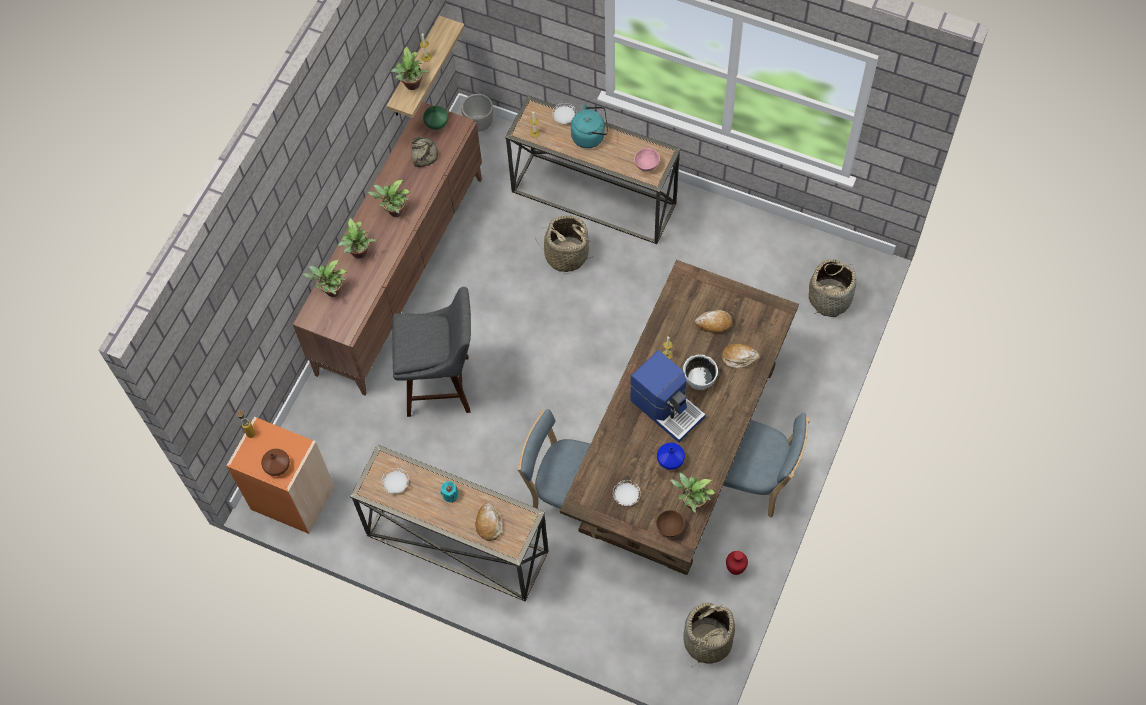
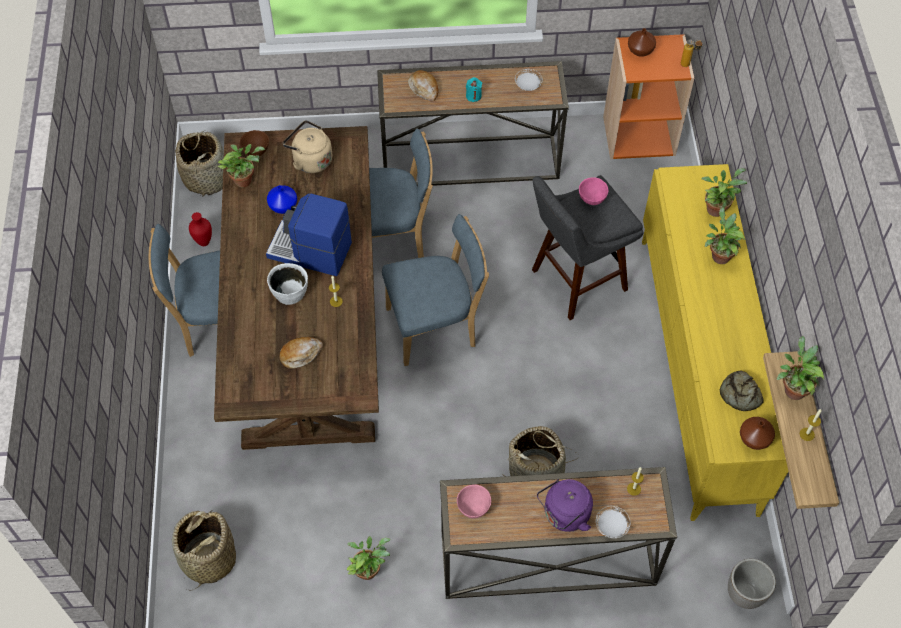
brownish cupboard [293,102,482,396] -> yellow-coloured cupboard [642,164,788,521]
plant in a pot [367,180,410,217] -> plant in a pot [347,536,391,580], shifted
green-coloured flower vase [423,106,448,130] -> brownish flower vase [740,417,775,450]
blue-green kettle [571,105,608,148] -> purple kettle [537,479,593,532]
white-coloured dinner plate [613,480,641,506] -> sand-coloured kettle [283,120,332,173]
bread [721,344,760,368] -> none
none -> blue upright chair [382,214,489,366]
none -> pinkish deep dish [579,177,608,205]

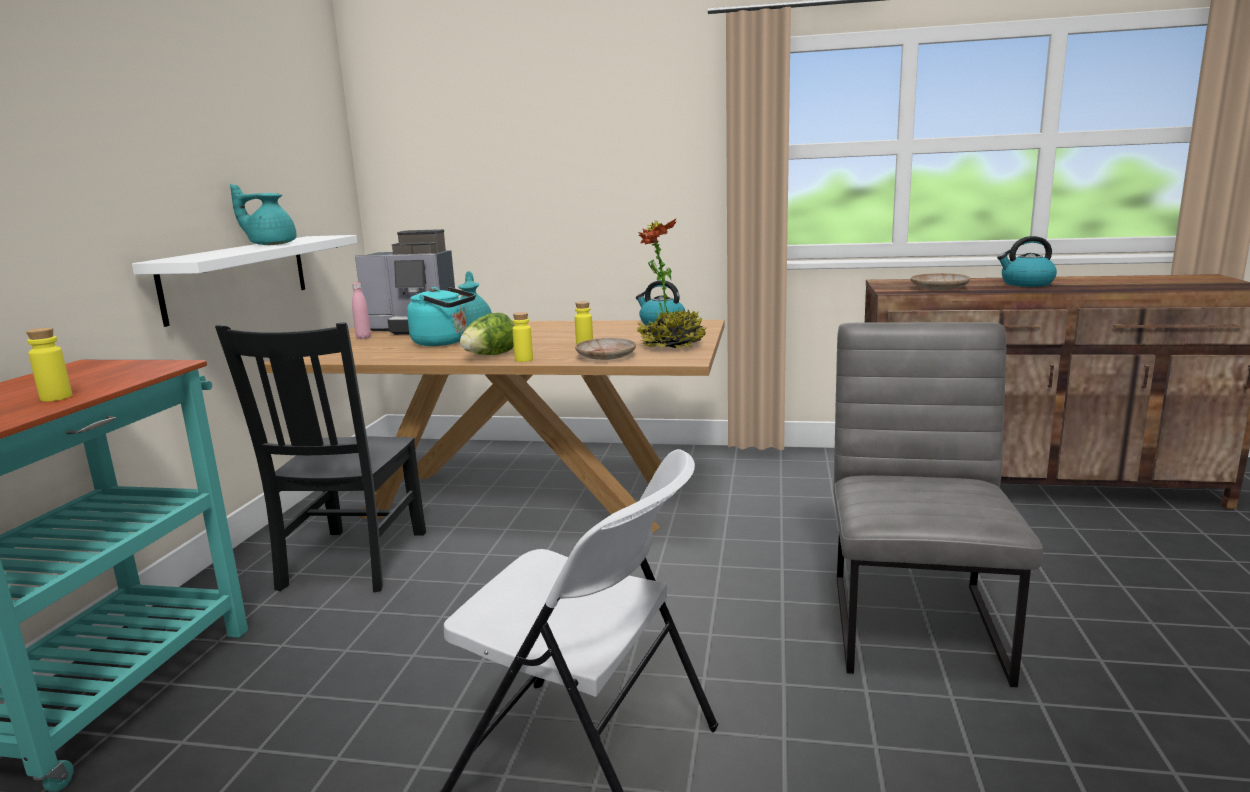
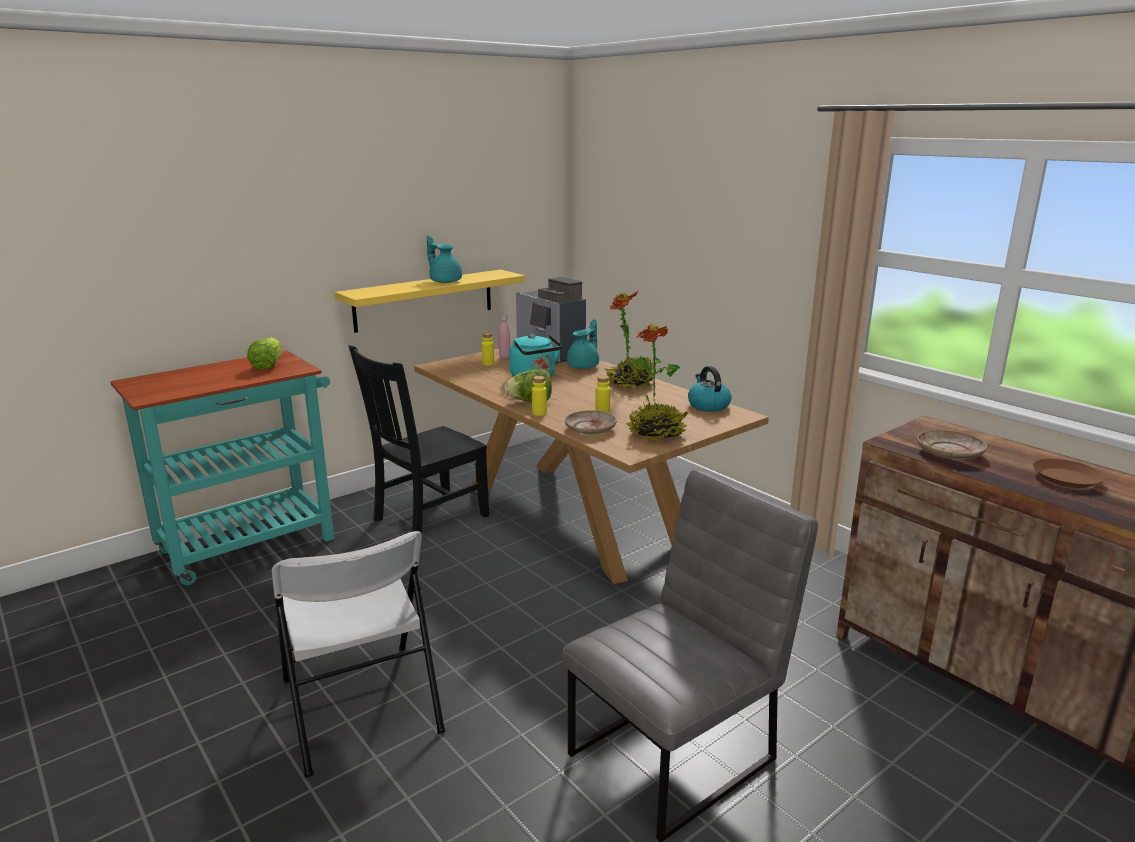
yellow-coloured beverage bottle [26,328,72,402] -> yellow-coloured beverage bottle [481,332,494,366], shifted
white-coloured wall shelf [132,235,357,327] -> yellow-coloured wall shelf [335,270,525,333]
kettle [997,236,1057,287] -> brownish dinner plate [1033,458,1105,488]
none -> lettuce [247,338,282,370]
none -> plant in a pot [604,291,656,388]

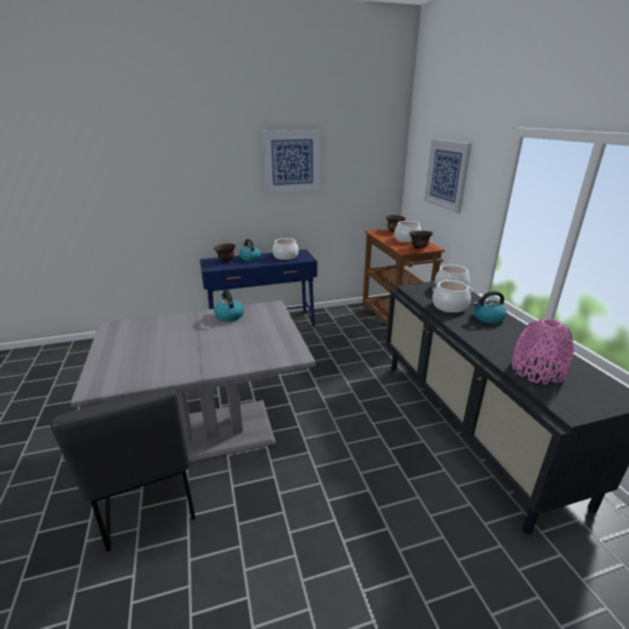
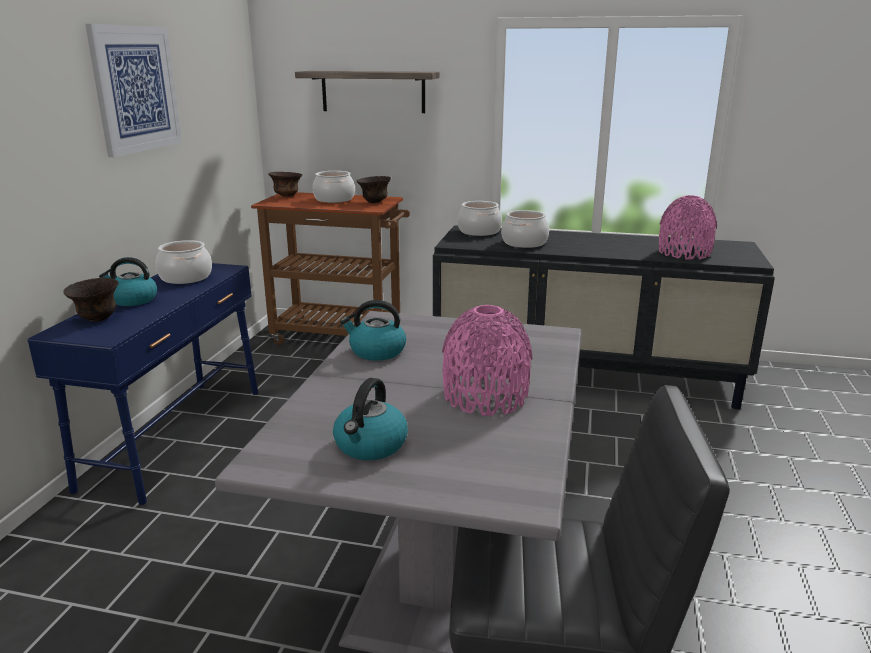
wall picture [424,139,472,213] -> wall shelf [295,71,440,113]
kettle [473,291,507,323] -> kettle [333,378,408,460], shifted
none -> pinkish flower vase [442,305,533,416]

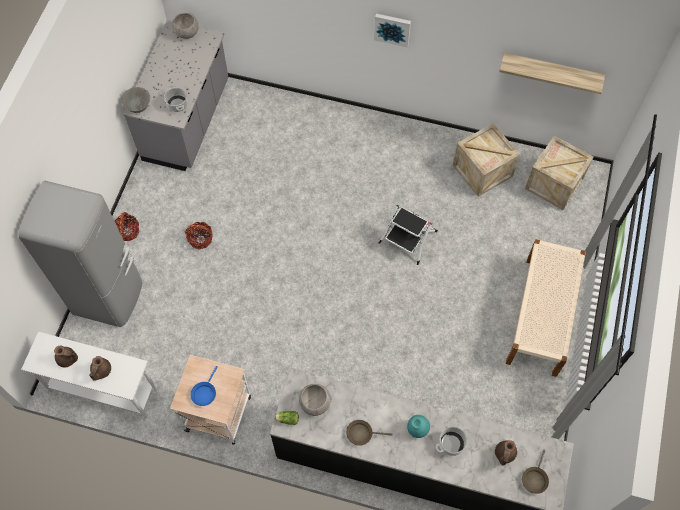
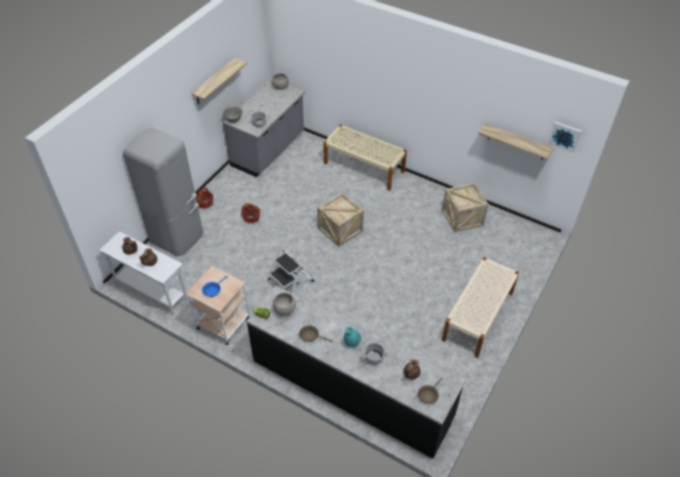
wall picture [374,14,411,48] -> wall picture [548,121,582,153], shifted
stepladder [379,205,438,265] -> stepladder [268,251,315,293], shifted
packing crate [525,136,594,210] -> packing crate [317,192,364,247], shifted
none -> wall shelf [192,58,247,104]
none -> sand-coloured long seat [323,124,407,191]

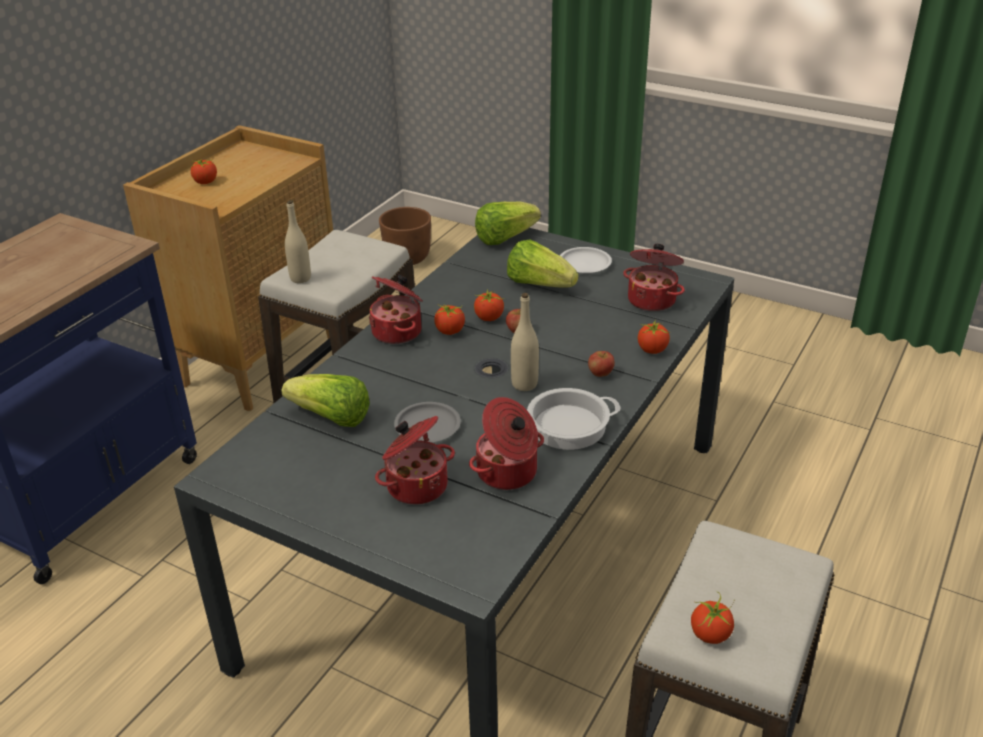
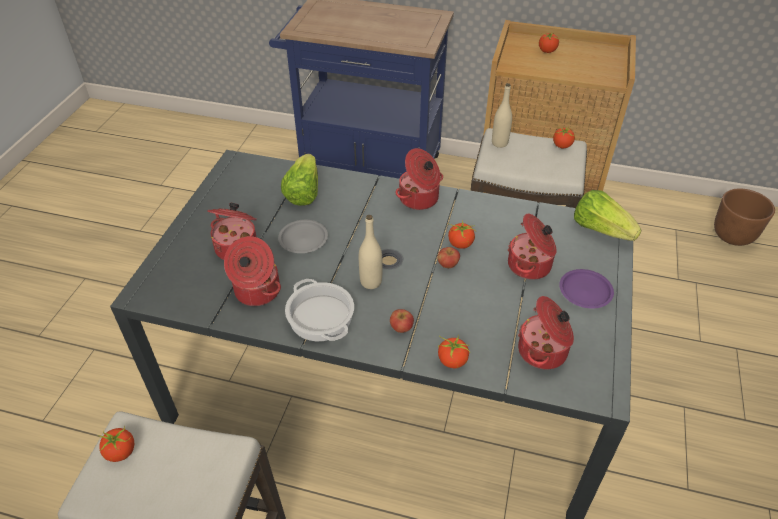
whole tomato [434,304,465,335] -> whole tomato [553,126,575,148], shifted
lettuce [507,240,578,288] -> cooking pot [508,214,556,280]
white-coloured dinner plate [560,247,612,274] -> purple dinner plate [559,269,614,309]

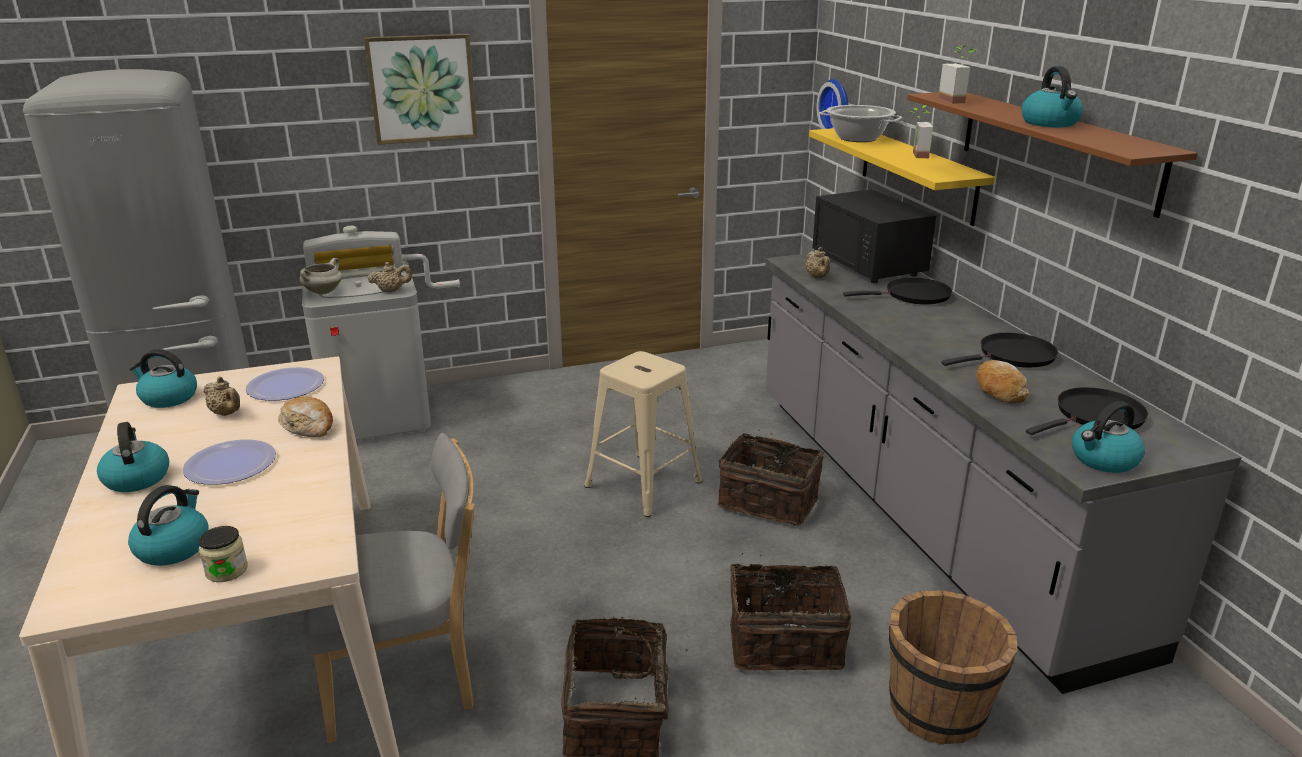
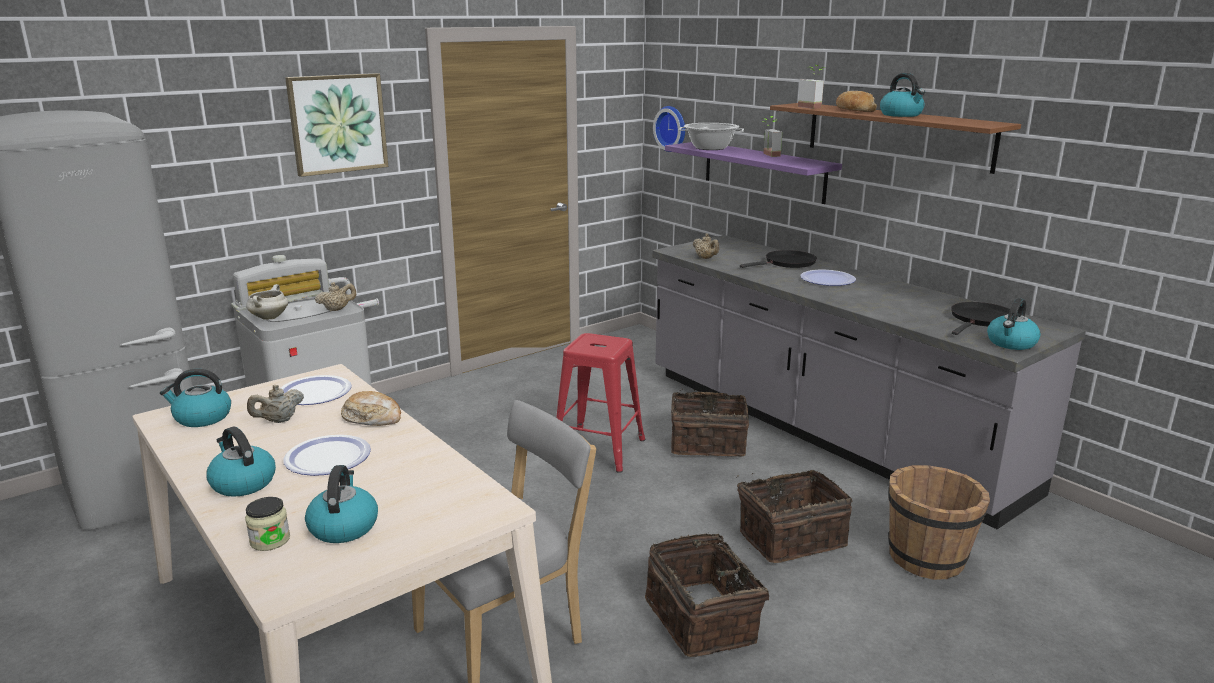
storage jar [199,526,248,582] -> storage jar [245,497,290,551], shifted
sand-coloured teapot [204,377,240,416] -> sand-coloured teapot [247,385,304,423], 120 degrees clockwise
sand-coloured stool seat [584,351,702,517] -> red-coloured stool seat [556,333,645,473]
yellow-coloured wall shelf [809,128,995,226] -> purple wall shelf [665,142,842,204]
blackish microwave [812,190,936,283] -> none
blackish pan [942,333,1058,368] -> none
bread [976,360,1029,403] -> bread [836,91,877,112], shifted
none -> dinner plate [800,270,856,286]

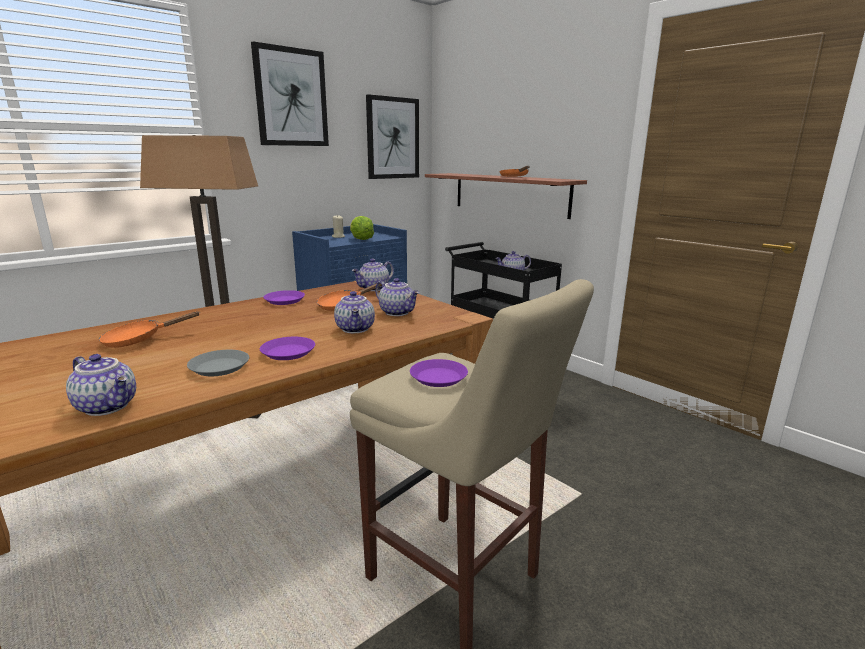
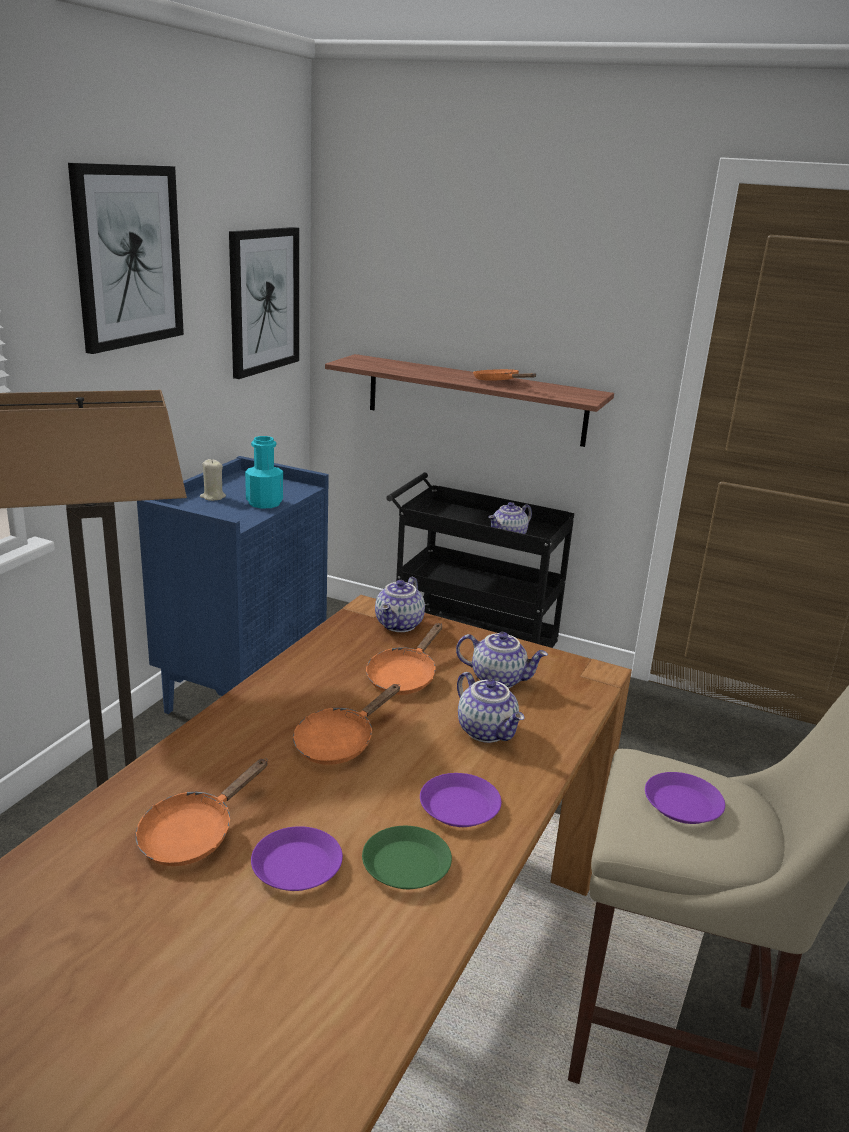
teapot [66,354,136,416] -> none
gray dinner plate [187,350,249,376] -> green-coloured dinner plate [362,826,452,889]
purple dinner plate [263,290,305,305] -> purple dinner plate [251,826,343,891], shifted
lettuce [350,216,374,240] -> blue-green beverage bottle [245,436,283,509]
none -> orange pan [293,684,400,765]

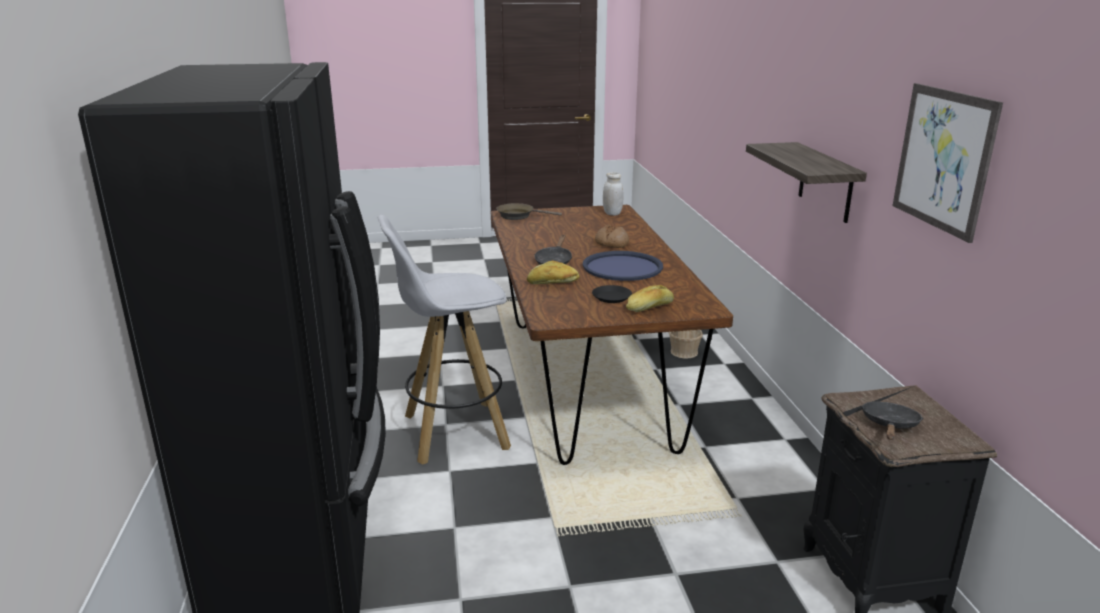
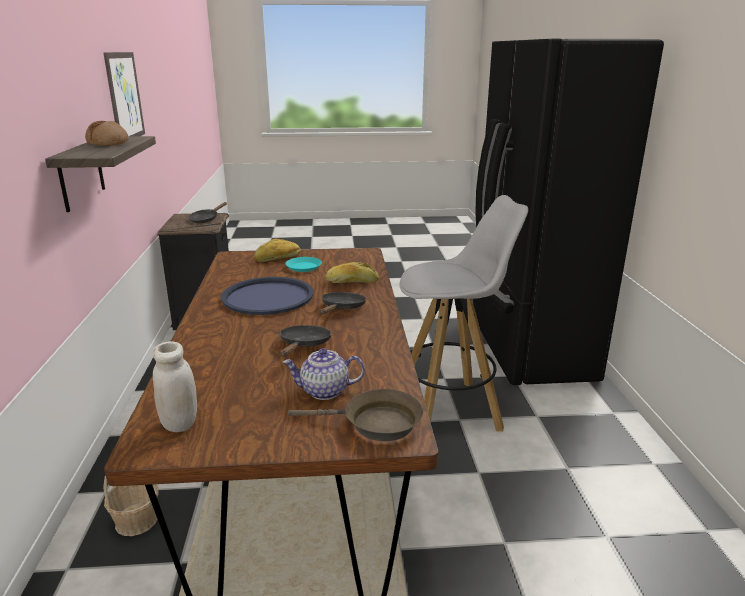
blackish dinner plate [592,285,632,303] -> blue-green dinner plate [285,257,322,272]
bread [595,225,629,248] -> bread [85,121,129,146], shifted
none -> blackish pan [280,325,331,356]
none -> teapot [283,348,365,400]

